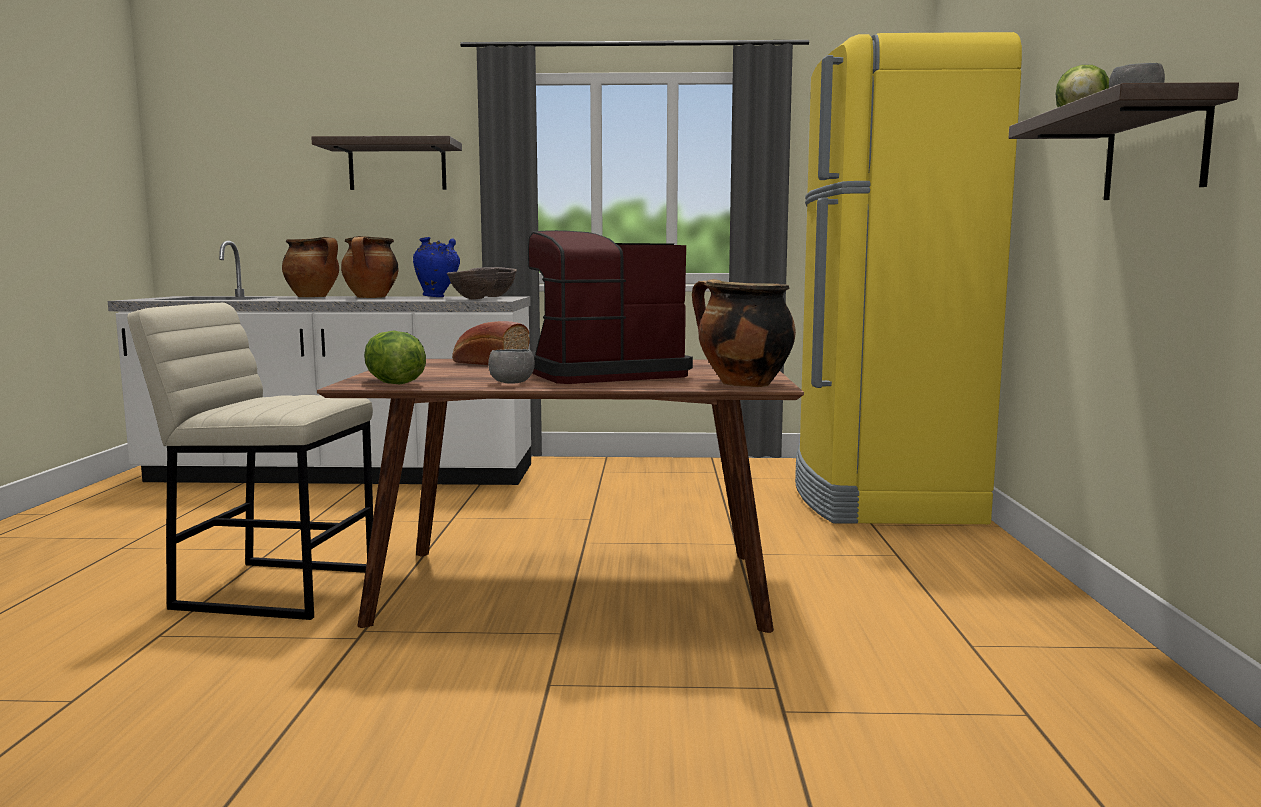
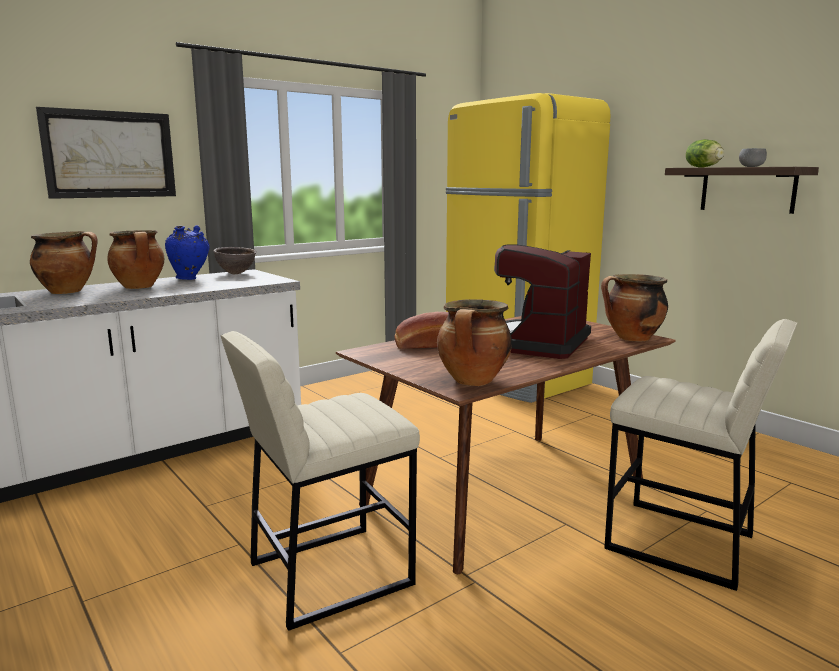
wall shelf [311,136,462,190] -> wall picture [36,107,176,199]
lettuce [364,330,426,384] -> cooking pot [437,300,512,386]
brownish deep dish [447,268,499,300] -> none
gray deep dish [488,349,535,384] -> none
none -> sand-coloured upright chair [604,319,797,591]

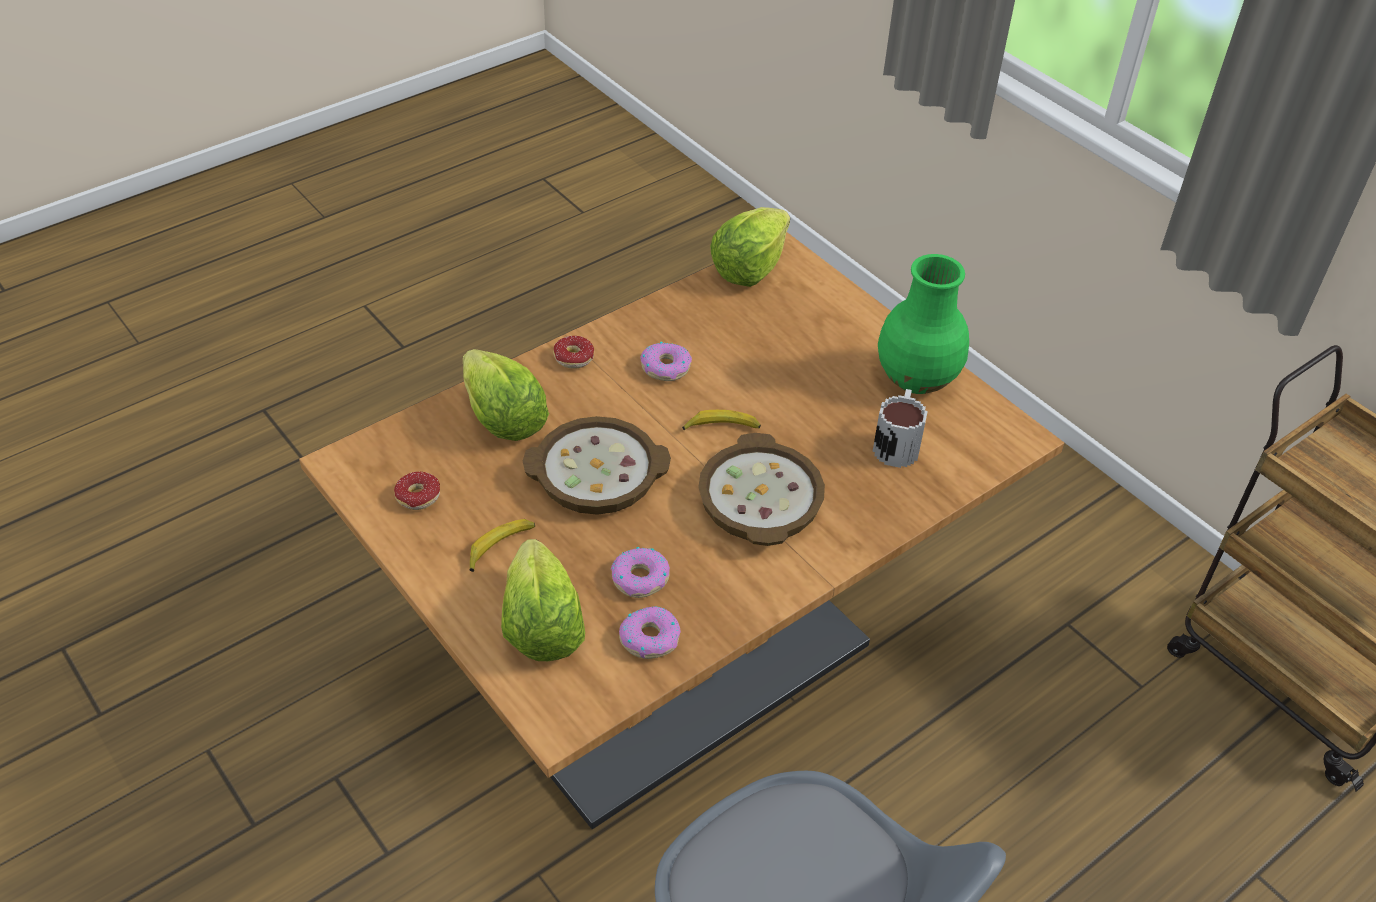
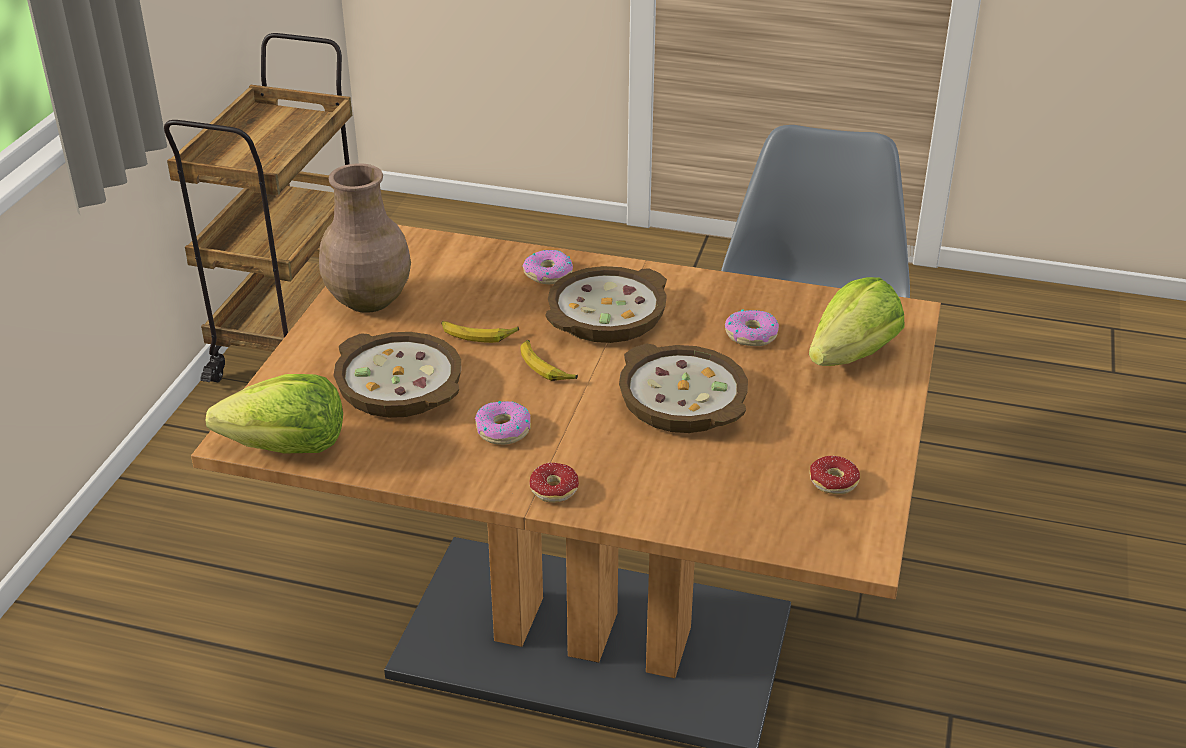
lettuce [463,349,549,441] -> none
banana [469,519,535,572] -> banana [441,321,519,343], shifted
ring doughnut [619,606,681,659] -> ring doughnut [522,250,573,284], shifted
coffee mug [872,389,928,468] -> none
green-coloured flower vase [878,254,969,394] -> brownish flower vase [319,163,411,313]
none -> deep dish [333,332,461,418]

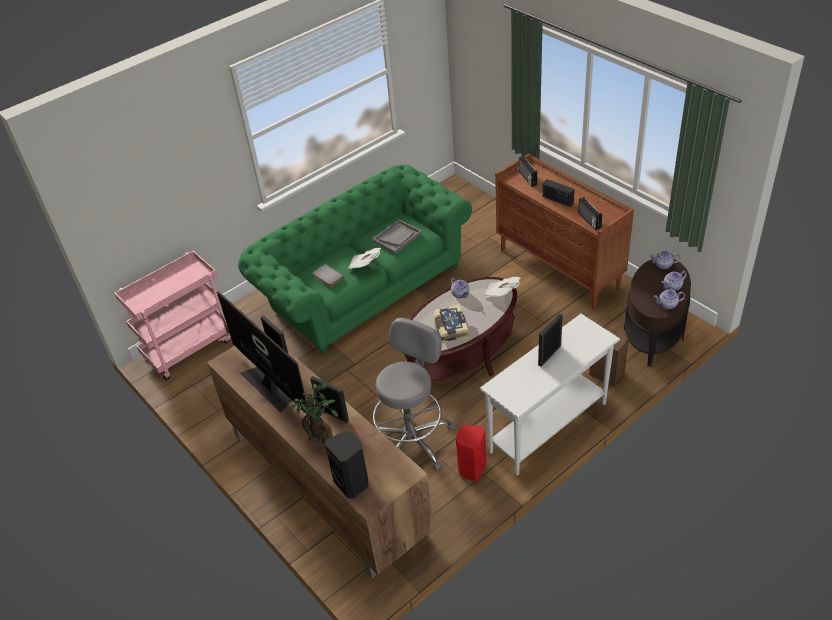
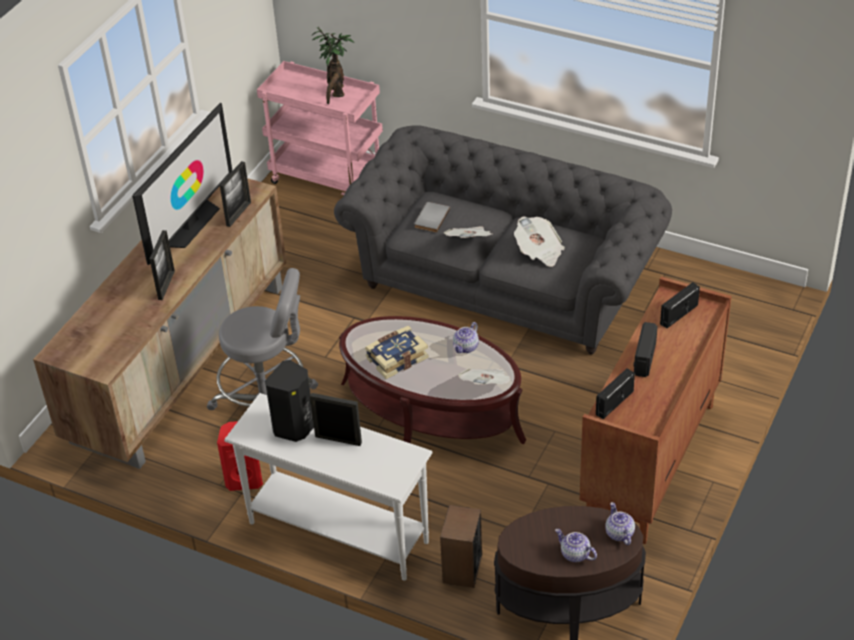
green-coloured settee [238,165,472,353] -> gray settee [334,125,672,355]
plant in a pot [288,383,338,444] -> plant in a pot [311,27,354,105], shifted
blackish speaker [325,431,368,498] -> blackish speaker [265,360,314,442], shifted
gray serving tray [372,219,422,254] -> printed paper [514,216,565,267]
teapot [654,289,685,309] -> none

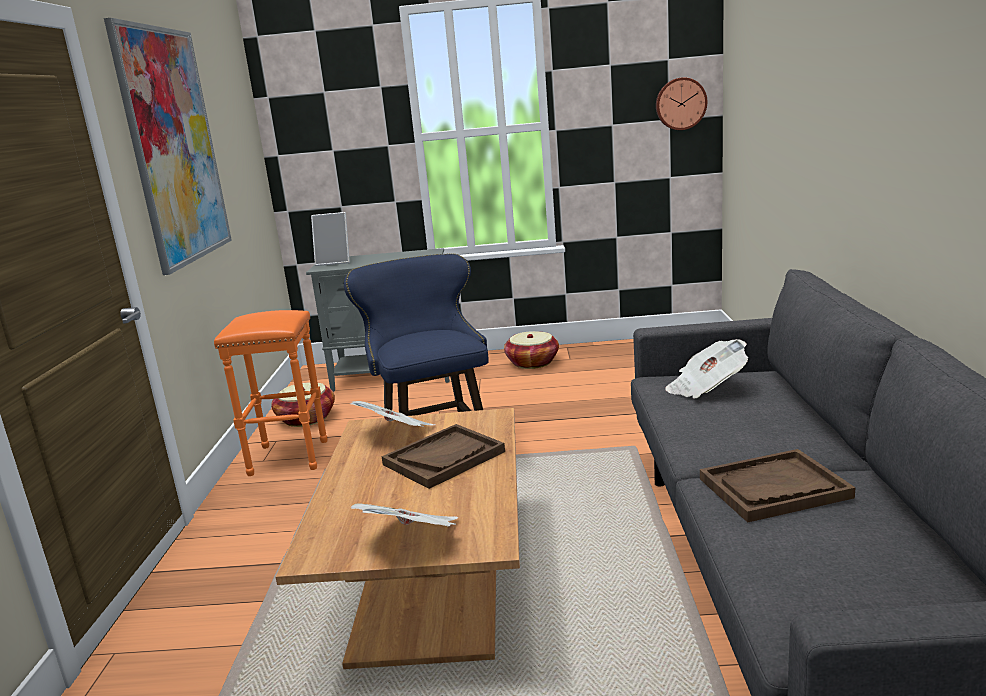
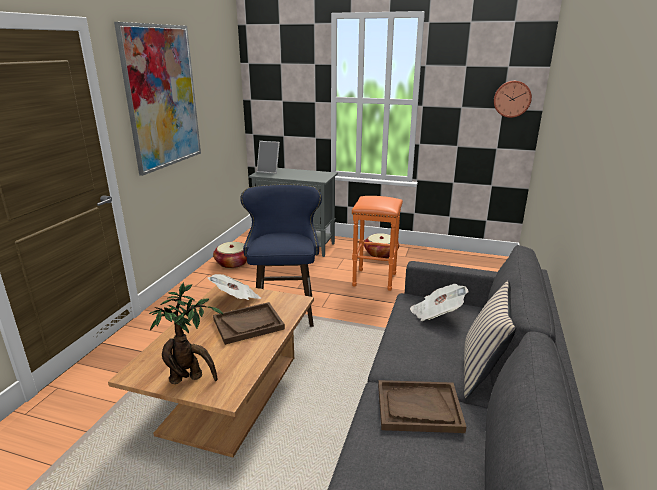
orange stool seat [214,310,327,476] -> orange stool seat [352,196,403,291], shifted
printed paper [350,504,458,527] -> plant in a pot [149,282,223,384]
none -> sand-coloured pillow [464,281,516,398]

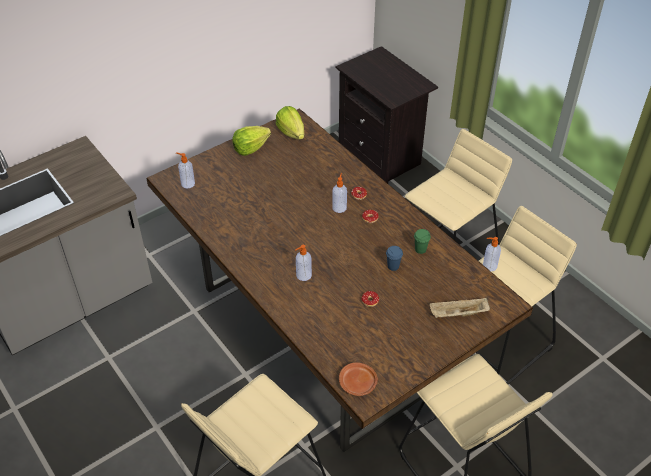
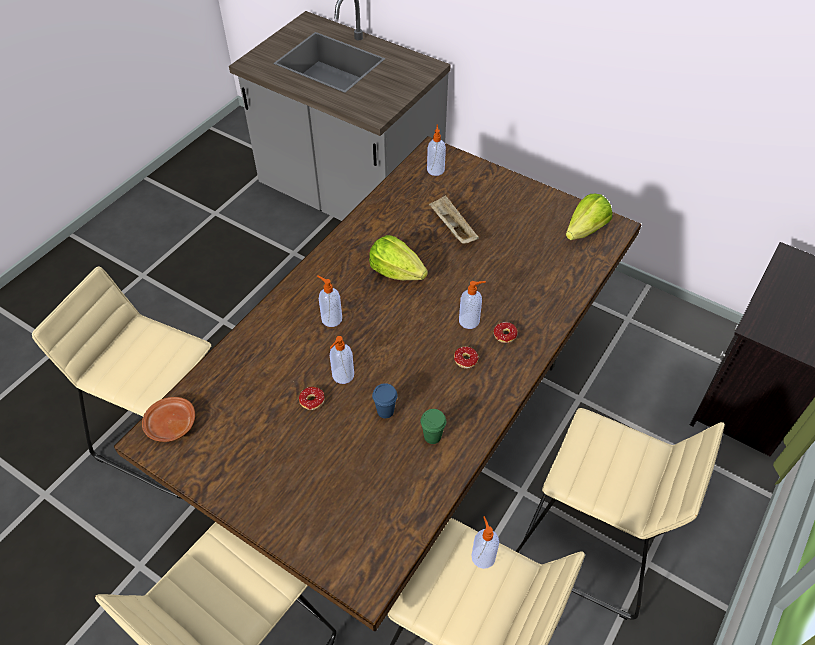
lettuce [232,126,271,156] -> lettuce [369,235,428,280], shifted
sand-coloured serving tray [429,298,490,318] -> sand-coloured serving tray [429,195,479,244], shifted
none -> soap bottle [330,336,354,384]

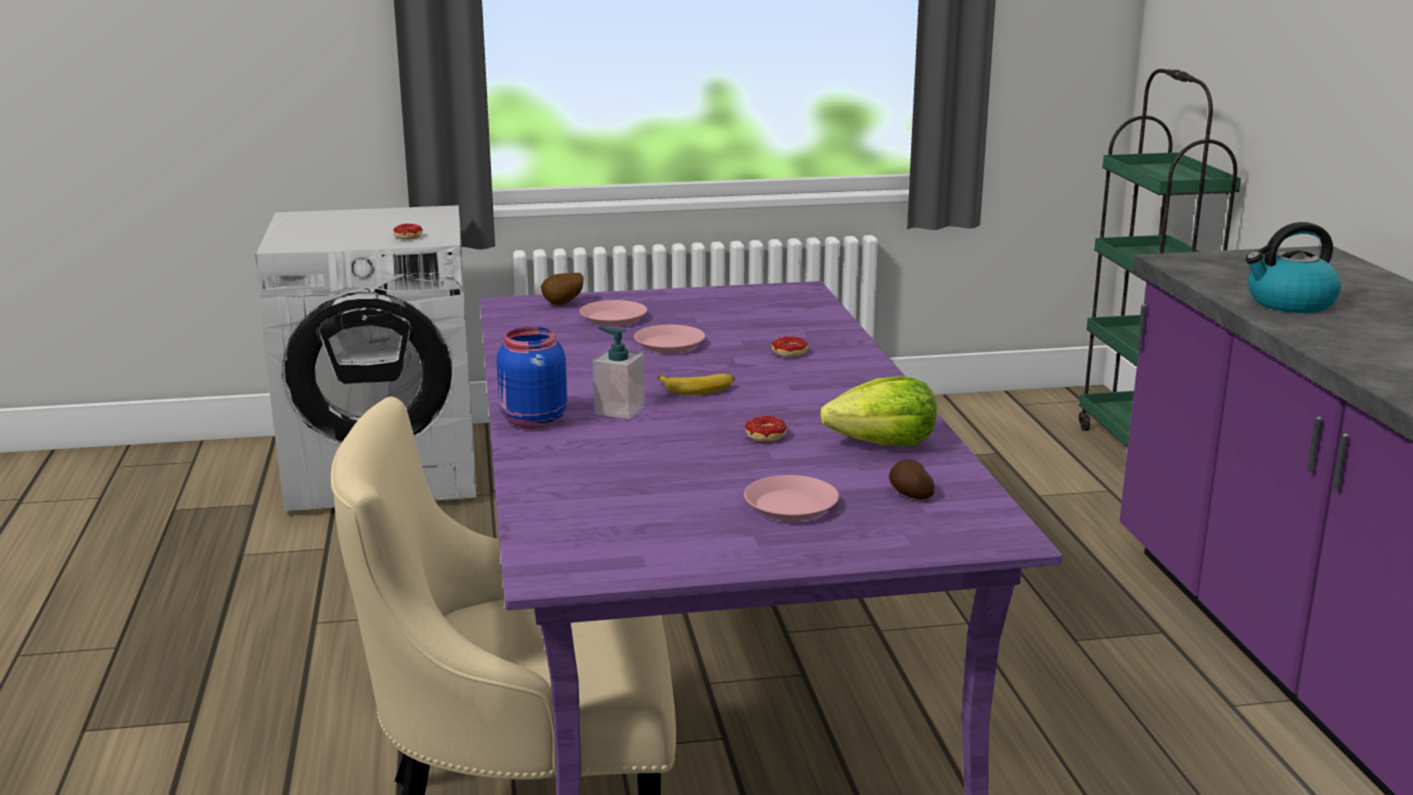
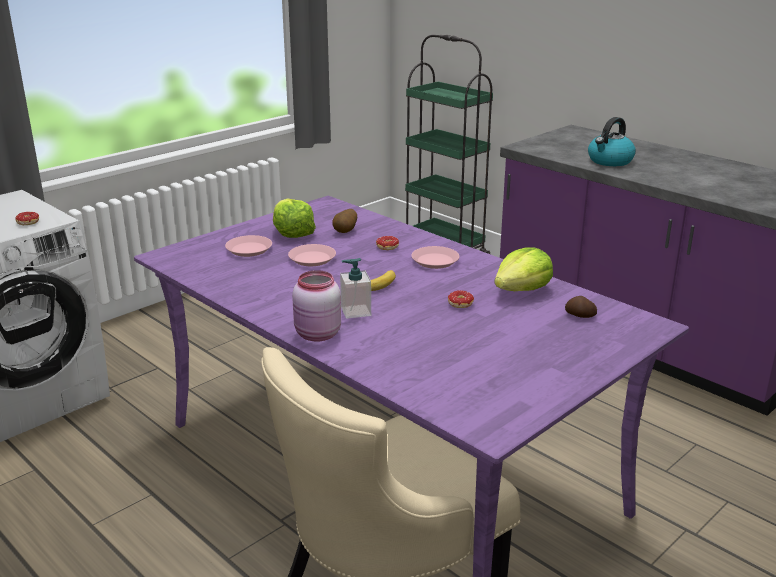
blue storage jar [497,327,567,428] -> pinkish storage jar [292,270,341,342]
potato [541,273,583,305] -> potato [332,209,357,233], shifted
pinkish dinner plate [744,475,839,521] -> pinkish dinner plate [411,246,459,269], shifted
none -> lettuce [273,199,316,238]

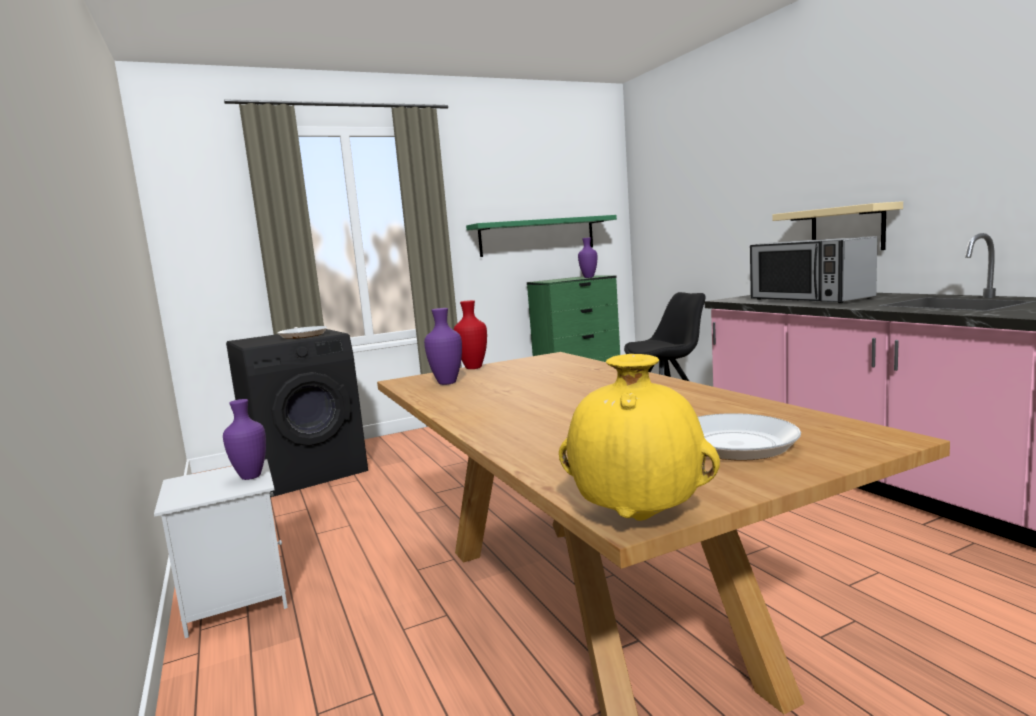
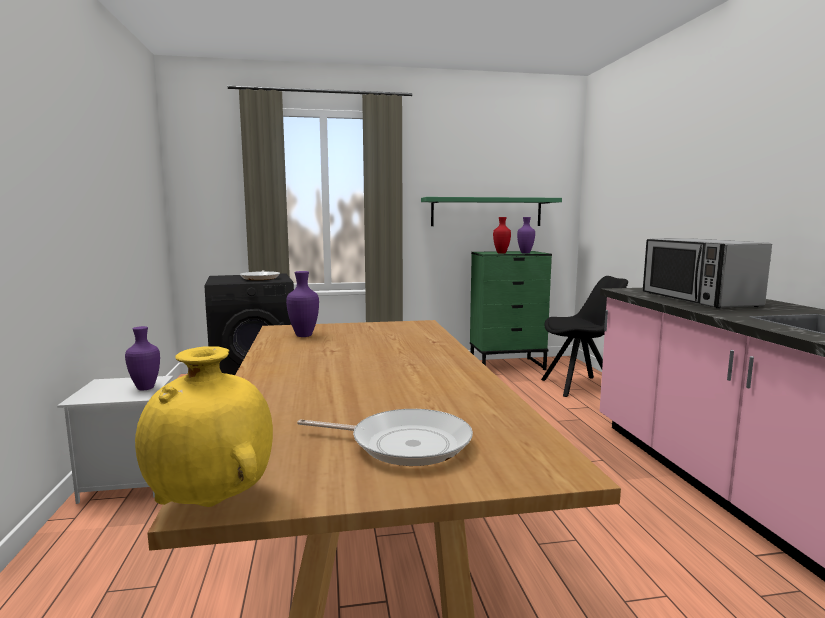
red-coloured flower vase [454,300,487,369] -> red-coloured flower vase [493,217,511,254], shifted
sand-coloured wall shelf [772,201,903,250] -> none

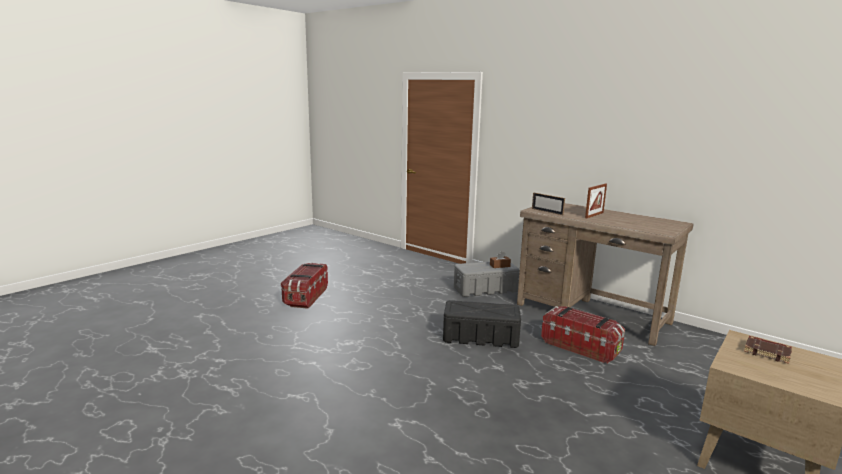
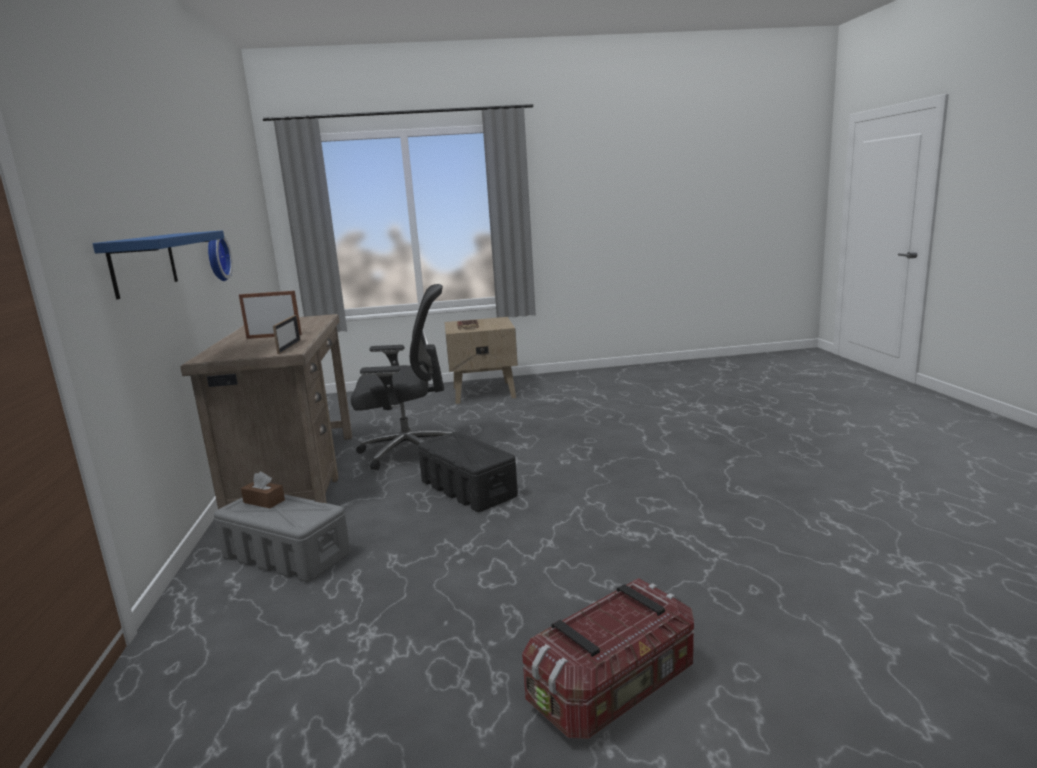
storage box [541,306,625,364] -> computer chair [351,284,452,470]
none -> blue wall shelf [93,230,224,299]
none -> clock on the wall [208,236,233,281]

